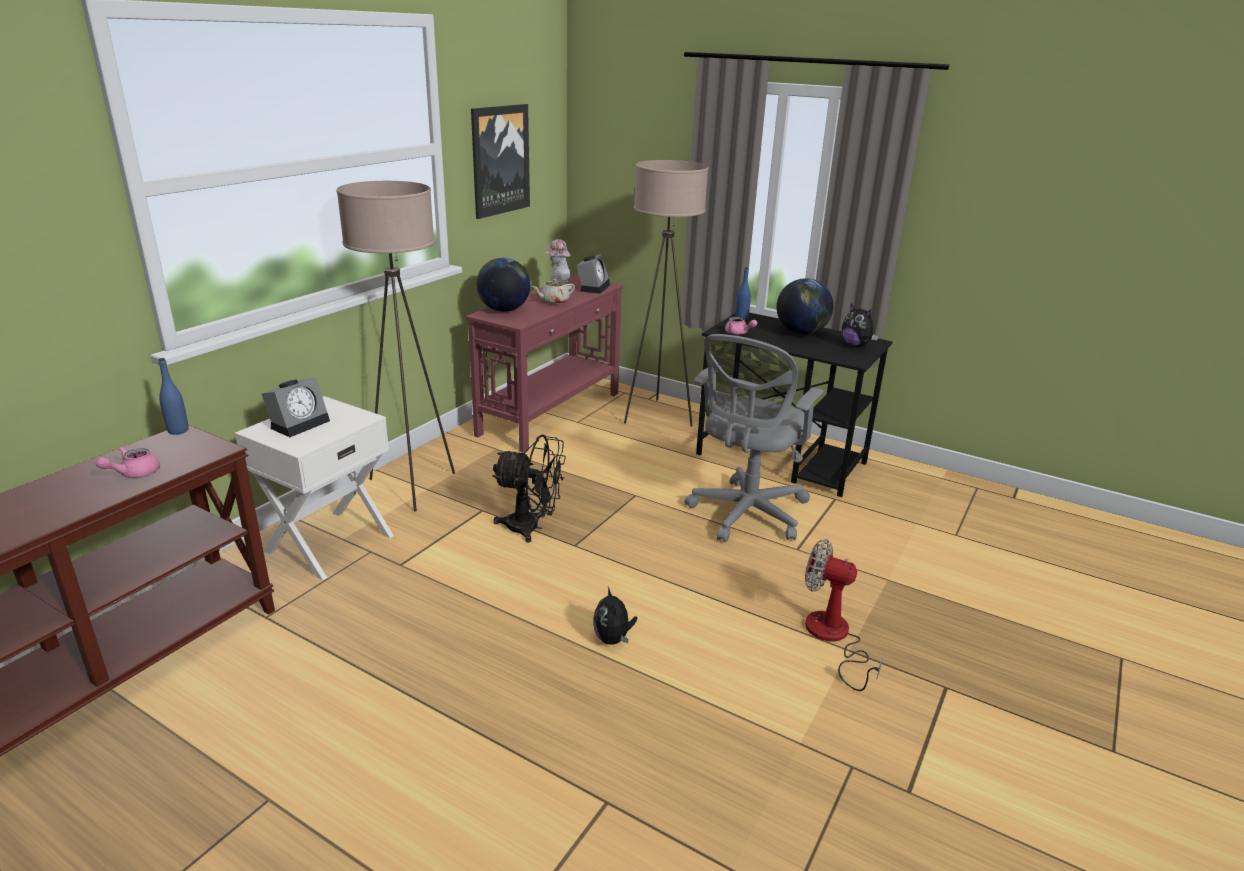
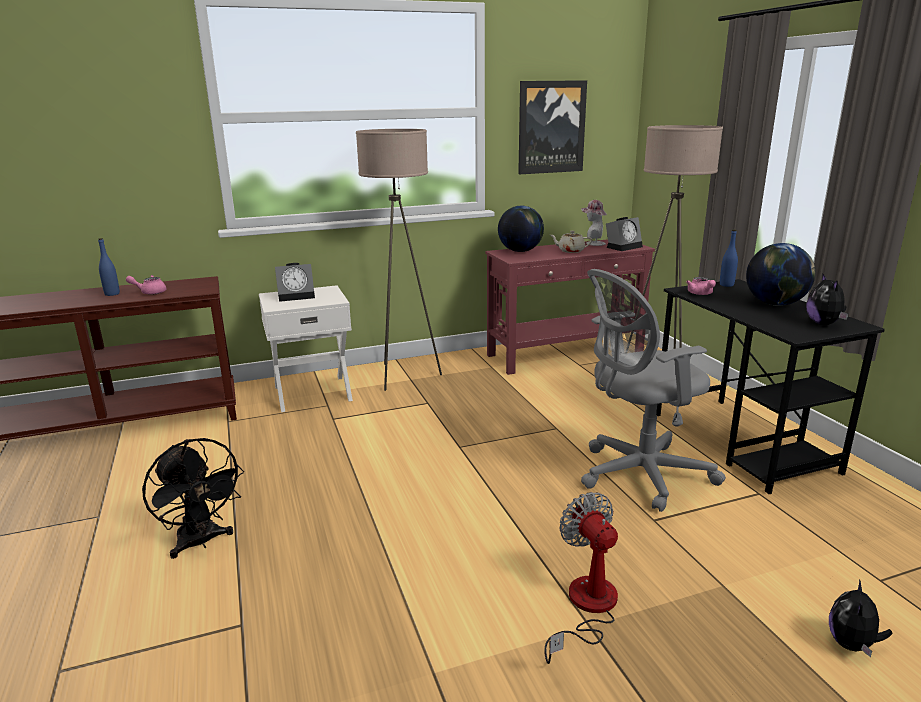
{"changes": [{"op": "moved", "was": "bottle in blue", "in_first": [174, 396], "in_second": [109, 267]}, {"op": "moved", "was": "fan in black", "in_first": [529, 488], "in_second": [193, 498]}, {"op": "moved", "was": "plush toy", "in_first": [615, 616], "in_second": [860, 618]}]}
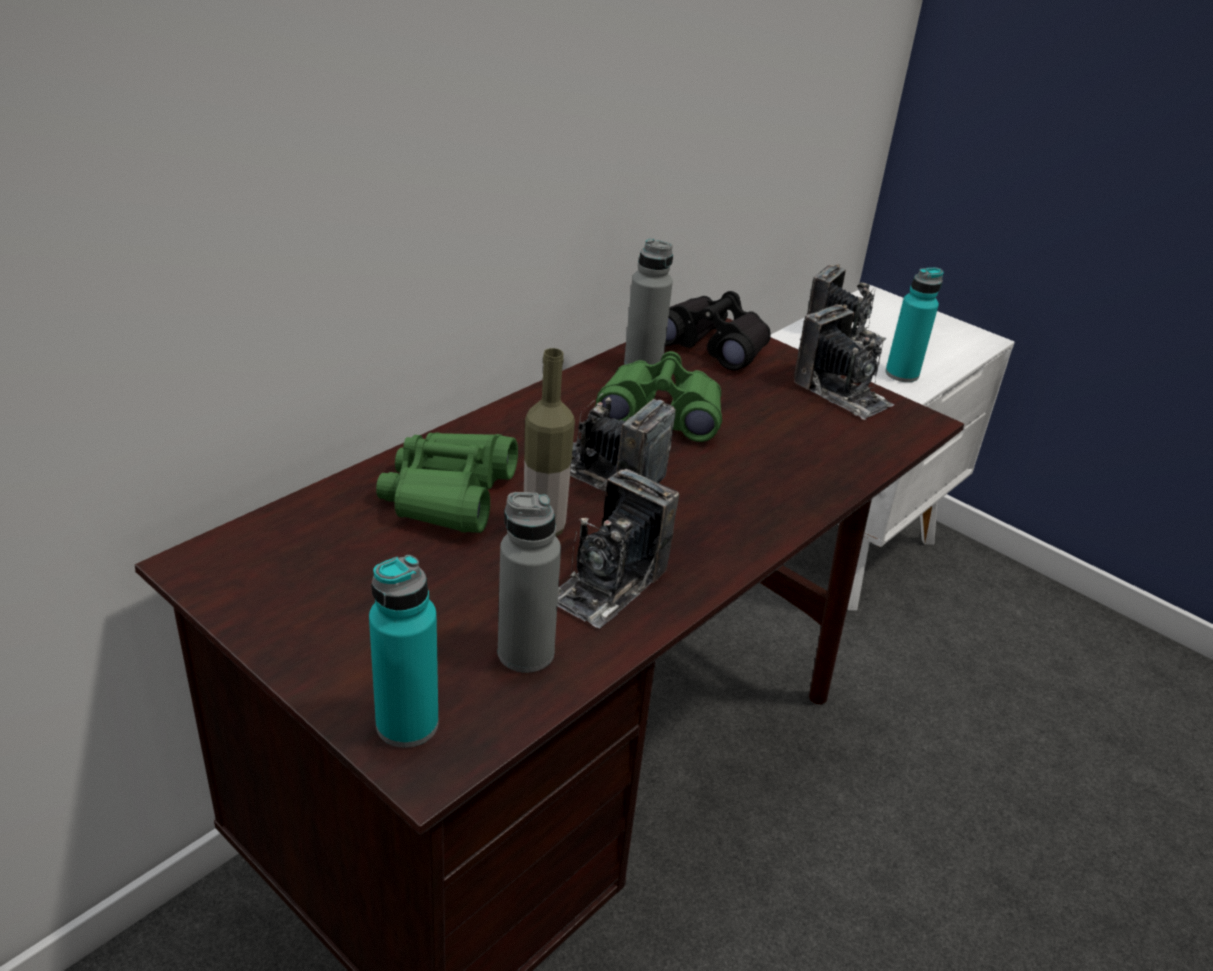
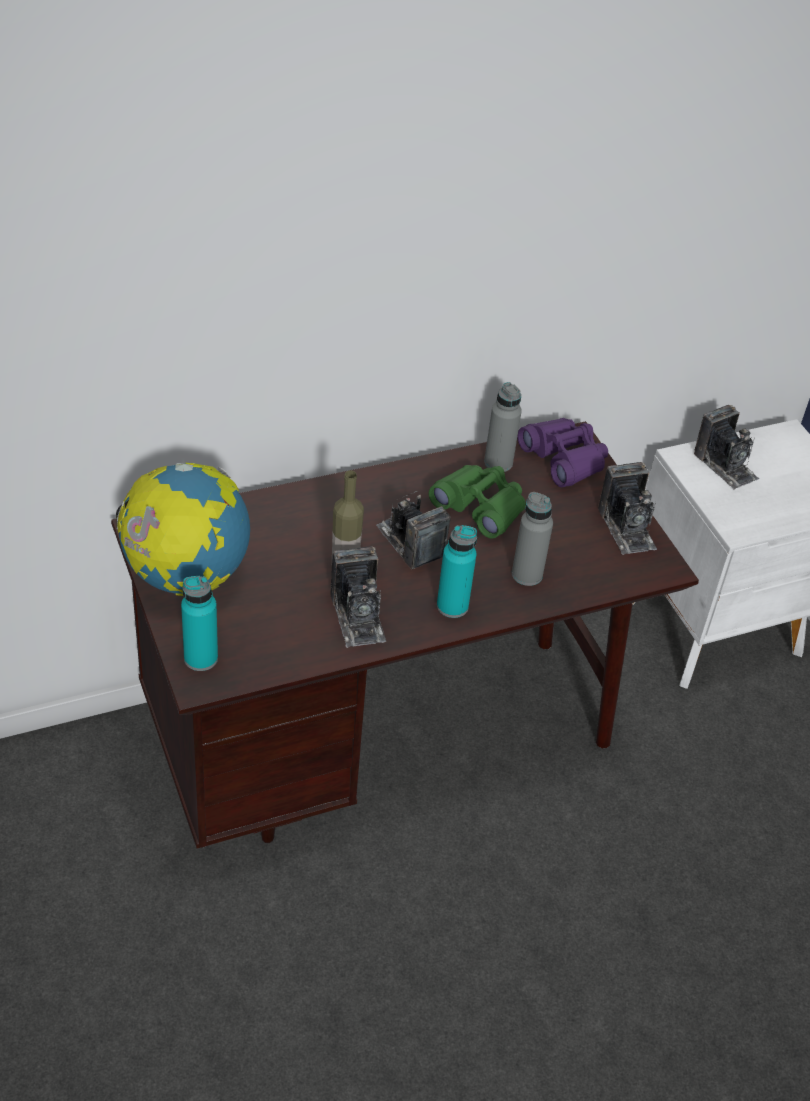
{"changes": [{"op": "added", "now": "globe", "in_second": [183, 529]}, {"op": "turned", "was": "photo camera", "in_first": [618, 548], "in_second": [358, 597], "clockwise": -75}, {"op": "moved", "was": "bottle in turquoise", "in_first": [914, 325], "in_second": [457, 571]}, {"op": "moved", "was": "bottle in grey", "in_first": [529, 582], "in_second": [532, 539]}, {"op": "recoloured", "was": "binoculars in black", "now": "binoculars in purple", "in_first": [718, 331], "in_second": [562, 452]}, {"op": "removed", "was": "binoculars in green", "in_first": [447, 482]}]}
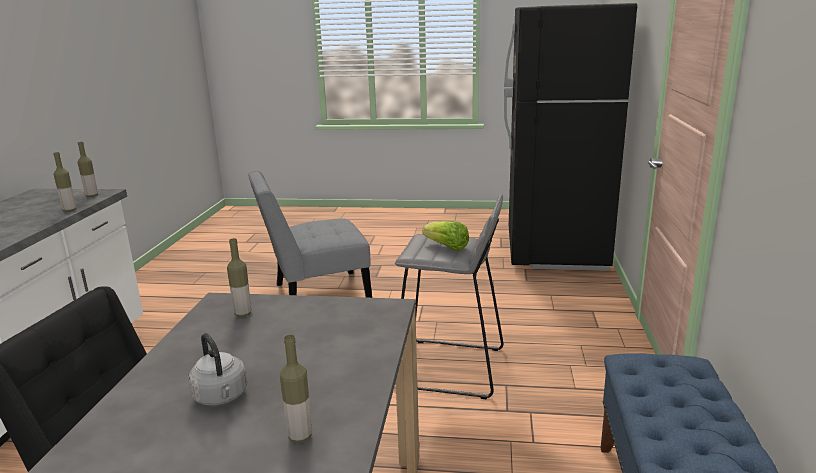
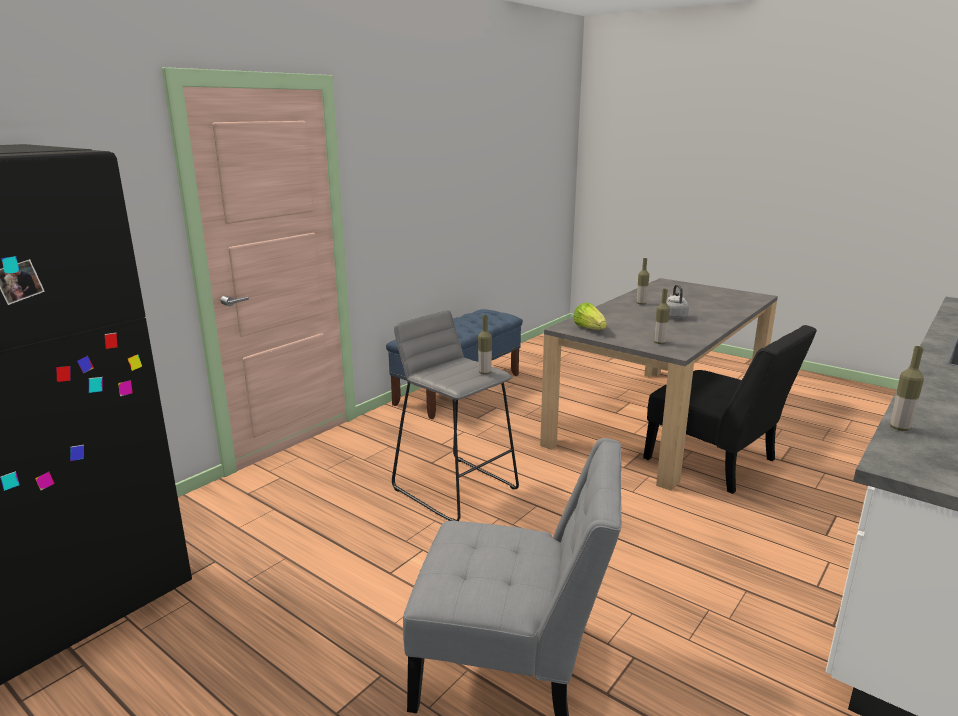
{"changes": [{"op": "moved", "was": "bottle", "in_first": [87, 169], "in_second": [485, 345]}, {"op": "moved", "was": "lettuce", "in_first": [445, 236], "in_second": [590, 316]}]}
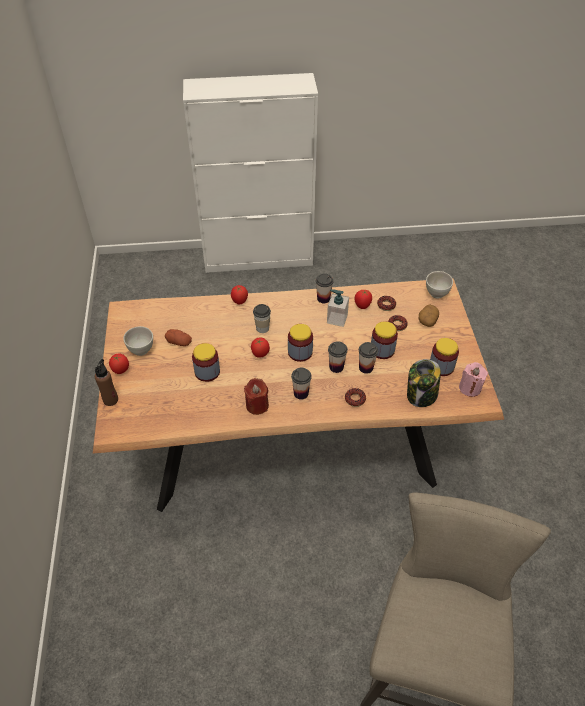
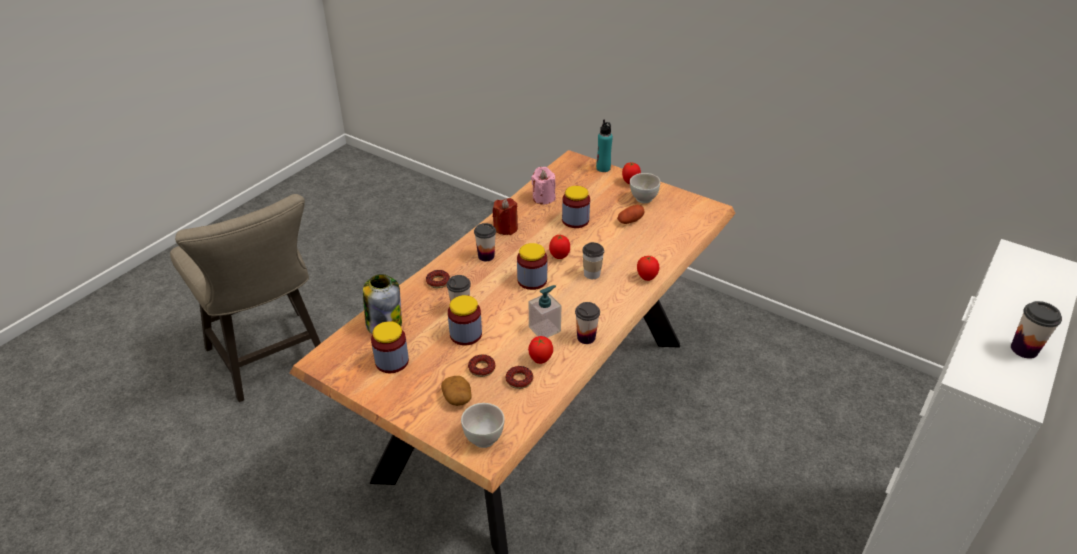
{"changes": [{"op": "moved", "was": "candle in pink", "in_first": [473, 379], "in_second": [543, 186]}, {"op": "recoloured", "was": "bottle in brown", "now": "bottle in turquoise", "in_first": [106, 382], "in_second": [604, 145]}, {"op": "moved", "was": "cup", "in_first": [338, 357], "in_second": [1036, 330]}]}
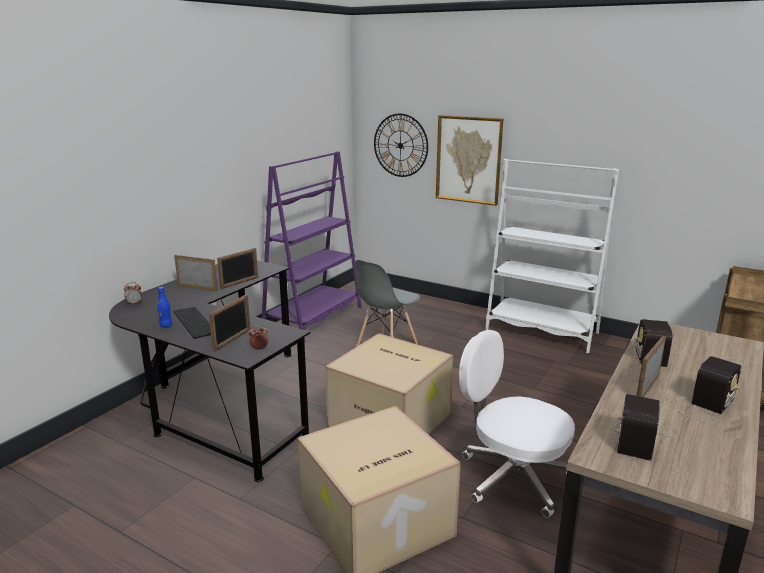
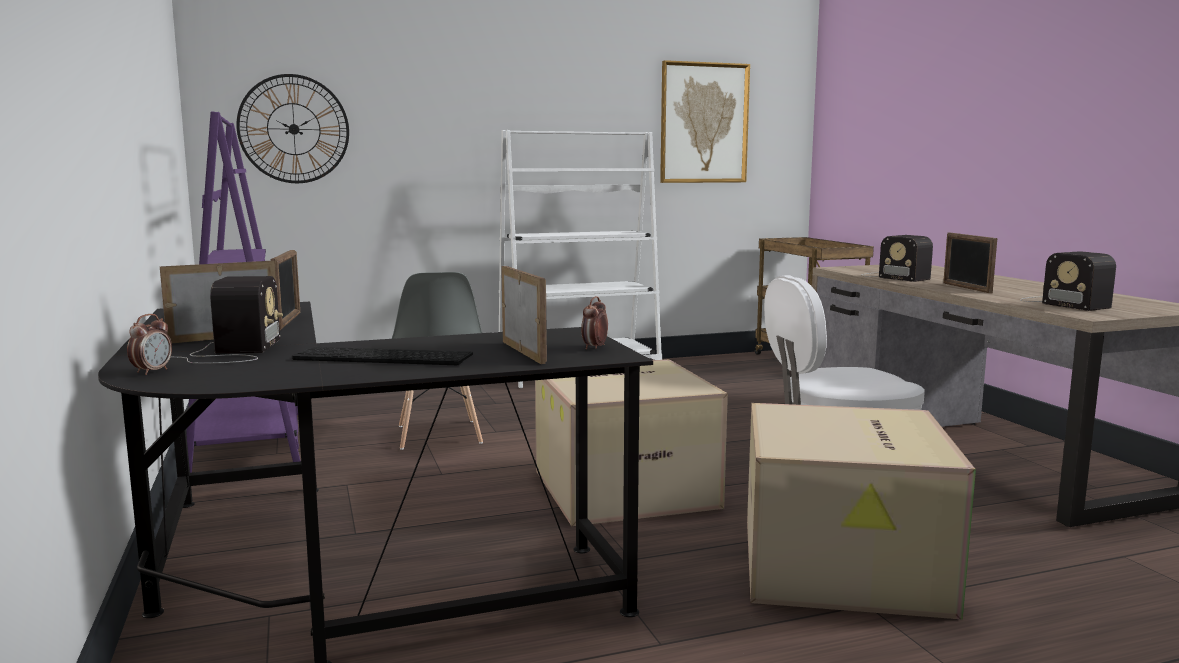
{"changes": [{"op": "moved", "was": "radio", "in_first": [703, 389], "in_second": [227, 320]}, {"op": "moved", "was": "picture", "in_first": [469, 160], "in_second": [705, 121]}, {"op": "removed", "was": "bottle in blue", "in_first": [165, 307]}]}
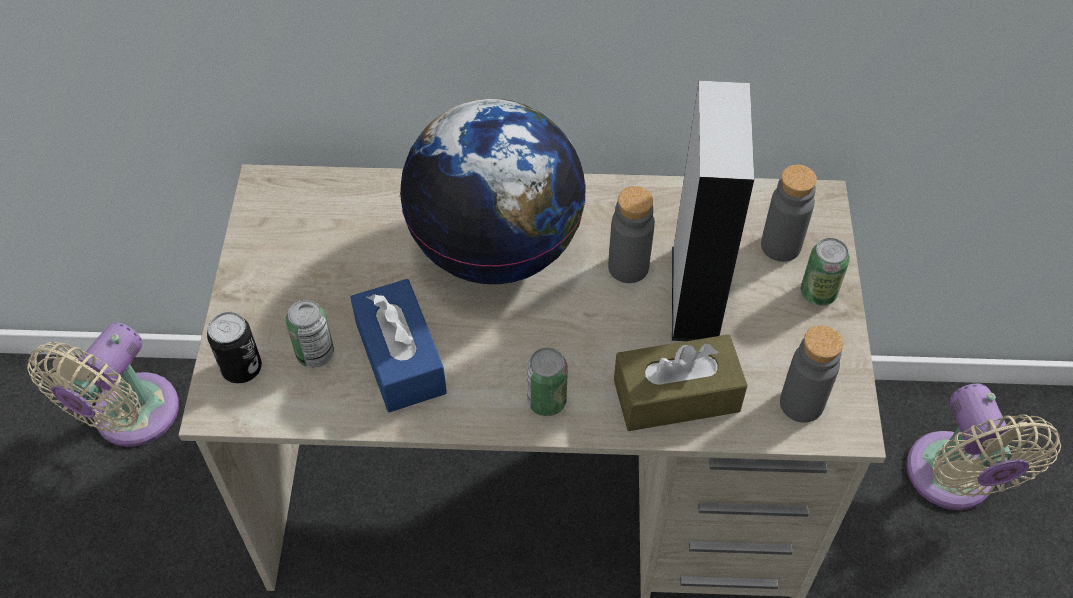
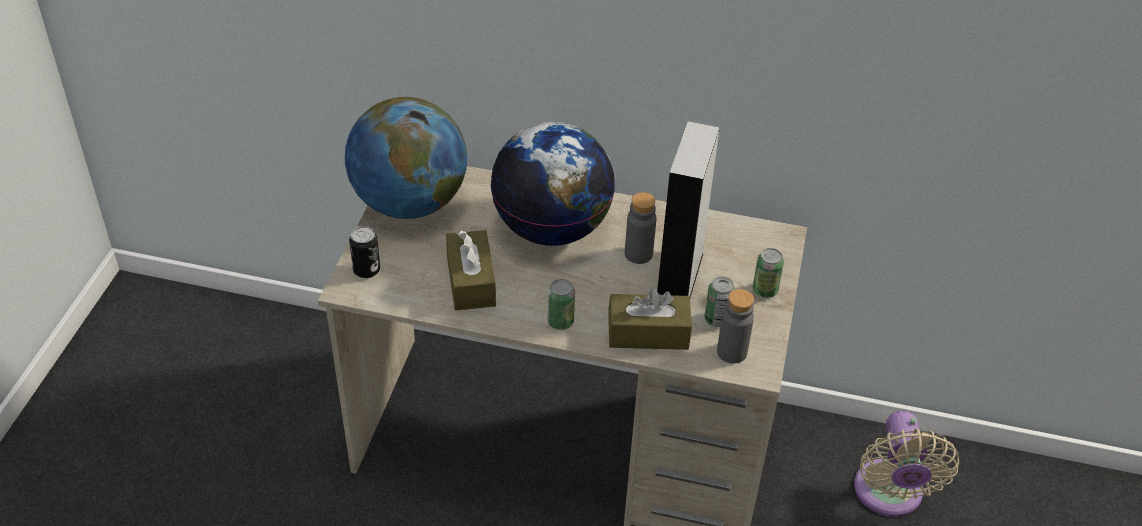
{"changes": [{"op": "added", "now": "globe", "in_second": [406, 158]}, {"op": "recoloured", "was": "tissue box in blue", "now": "tissue box in brown", "in_first": [398, 345], "in_second": [471, 270]}, {"op": "moved", "was": "can", "in_first": [310, 333], "in_second": [719, 302]}, {"op": "removed", "was": "fan in beige", "in_first": [103, 384]}, {"op": "removed", "was": "bottle in grey", "in_first": [789, 213]}]}
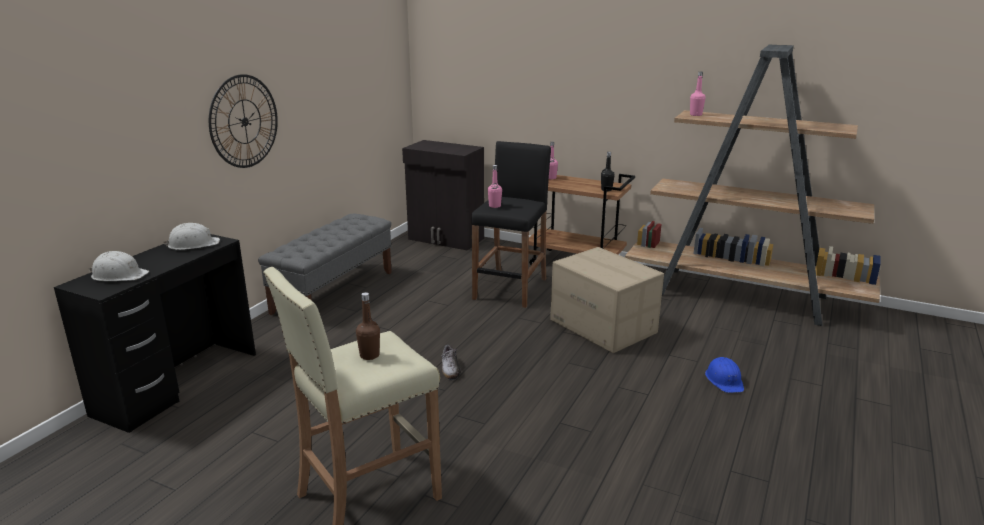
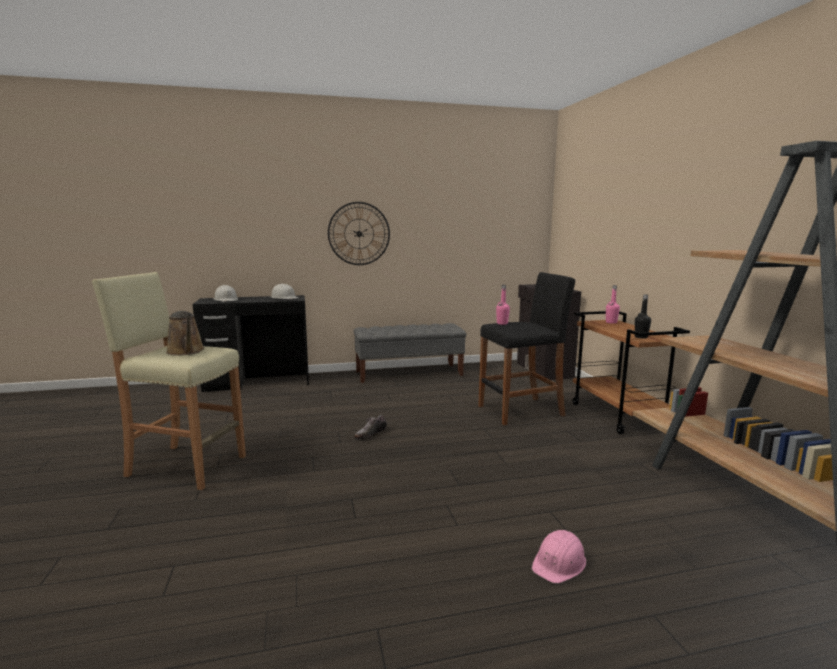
{"changes": [{"op": "replaced", "was": "bottle in brown", "now": "watering can in brown", "in_first": [368, 326], "in_second": [185, 333]}, {"op": "recoloured", "was": "hard hat in blue", "now": "hard hat in pink", "in_first": [724, 375], "in_second": [559, 557]}, {"op": "removed", "was": "cardboard box", "in_first": [607, 300]}, {"op": "removed", "was": "bottle in pink", "in_first": [698, 94]}]}
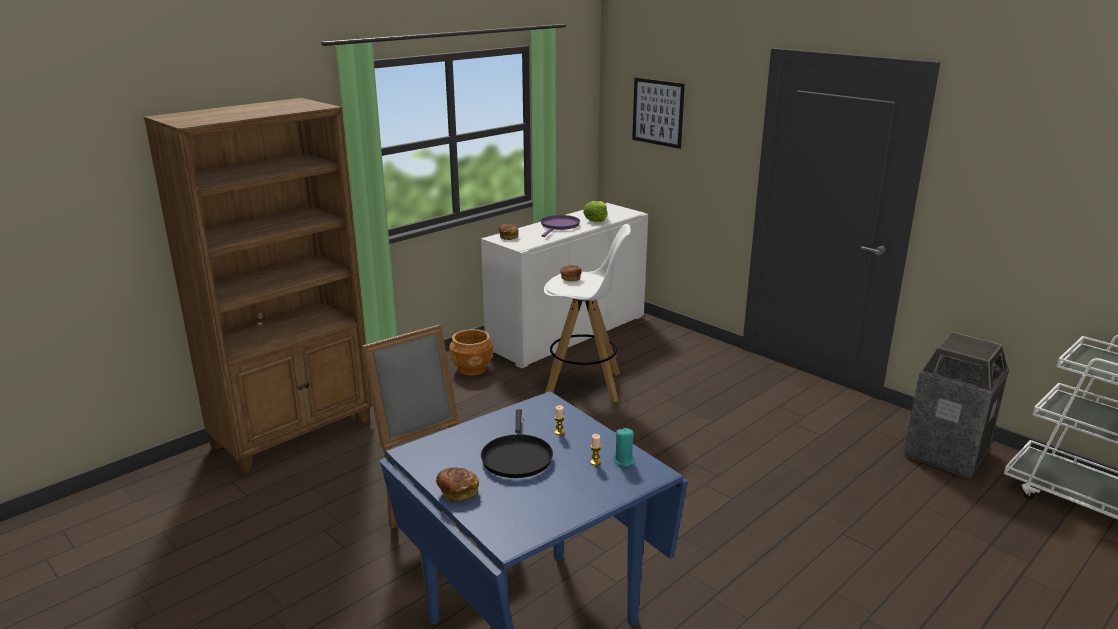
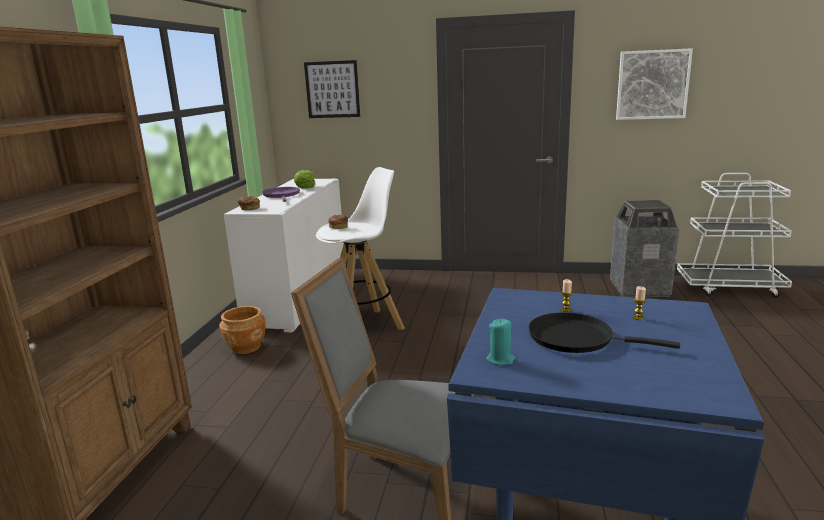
{"changes": [{"op": "moved", "was": "candle in turquoise", "in_first": [624, 447], "in_second": [501, 342]}, {"op": "turned", "was": "frying pan in black", "in_first": [517, 443], "in_second": [604, 332], "clockwise": 150}, {"op": "added", "now": "picture", "in_second": [654, 84]}, {"op": "removed", "was": "bread", "in_first": [457, 484]}]}
